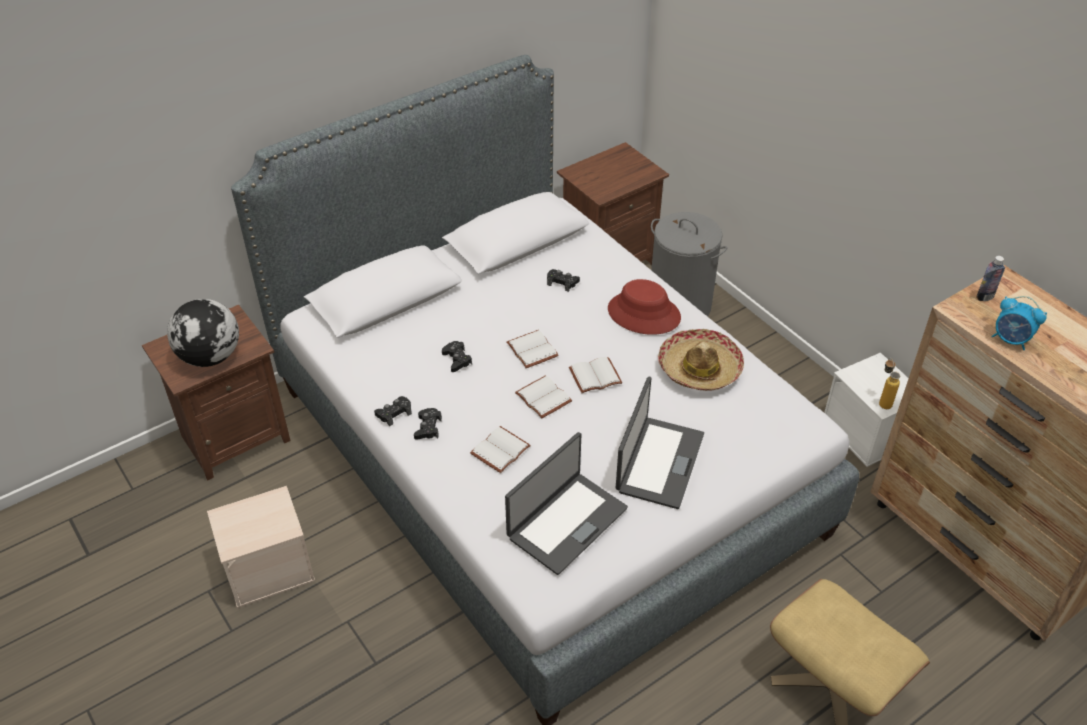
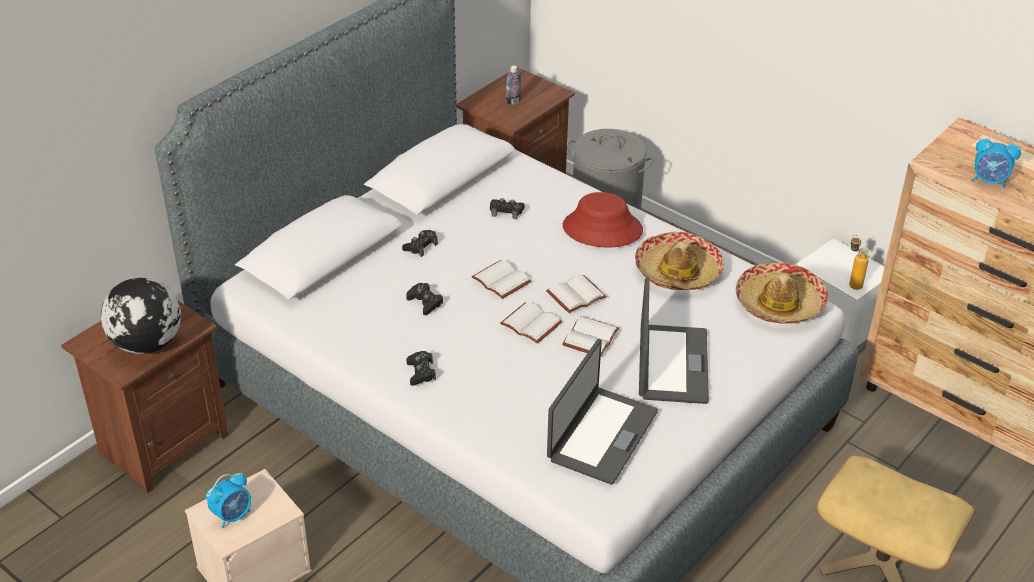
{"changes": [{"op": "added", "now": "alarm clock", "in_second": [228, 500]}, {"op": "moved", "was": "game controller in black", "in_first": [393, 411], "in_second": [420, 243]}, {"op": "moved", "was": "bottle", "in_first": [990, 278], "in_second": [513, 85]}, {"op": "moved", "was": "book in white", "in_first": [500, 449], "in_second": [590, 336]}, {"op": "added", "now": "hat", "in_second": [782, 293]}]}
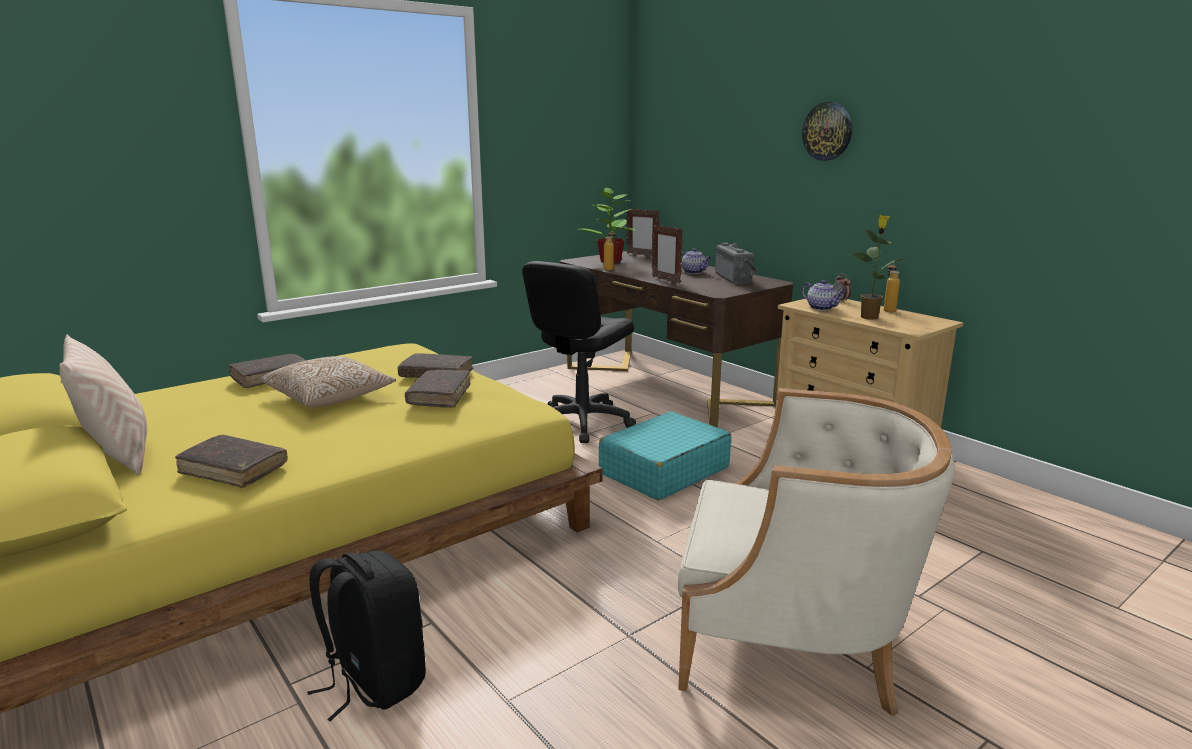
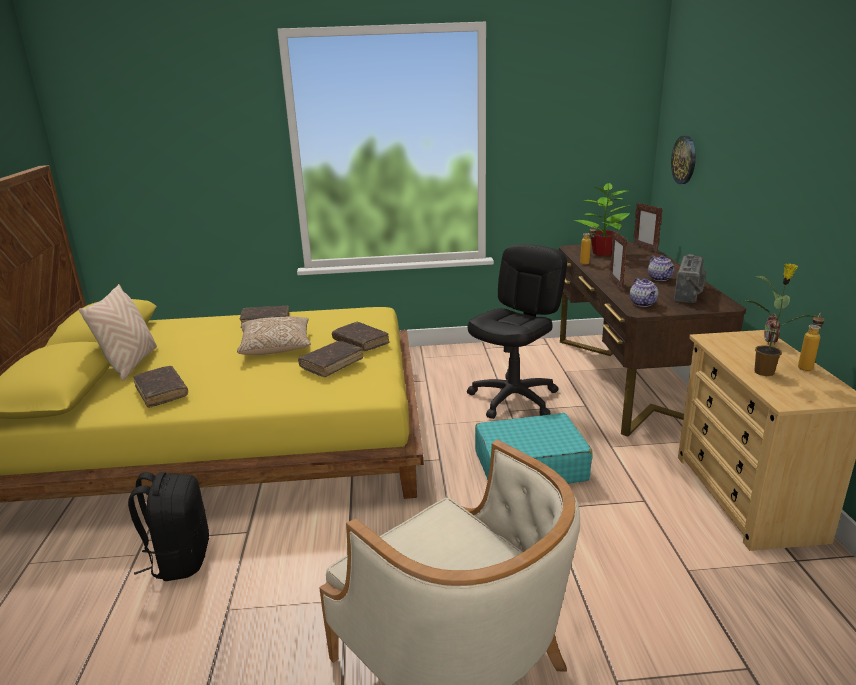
{"changes": [{"op": "turned", "was": "office chair in black", "in_first": [579, 352], "in_second": [517, 331], "clockwise": 150}, {"op": "moved", "was": "teapot", "in_first": [823, 295], "in_second": [644, 292]}, {"op": "moved", "was": "wall clock", "in_first": [827, 131], "in_second": [683, 160]}]}
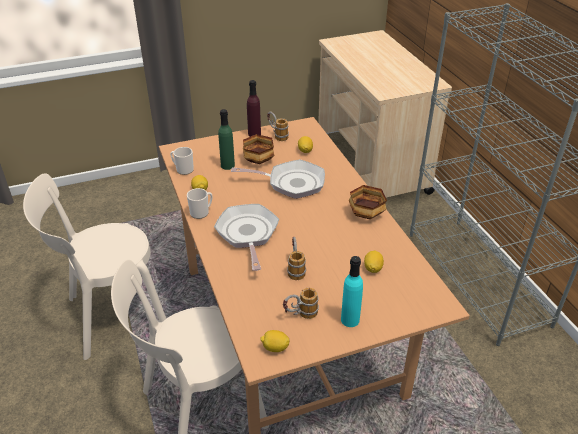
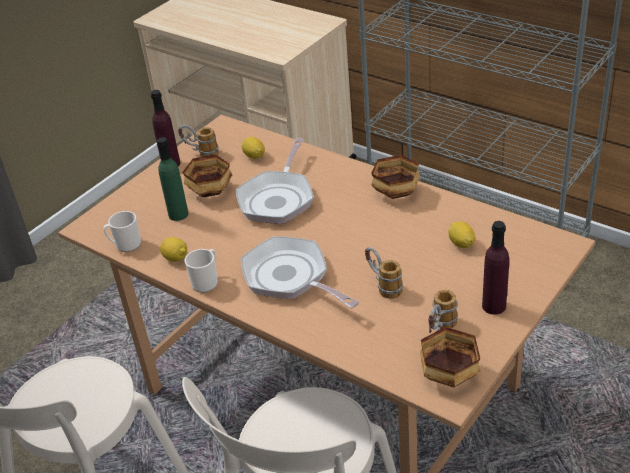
{"changes": [{"op": "turned", "was": "frying pan", "in_first": [278, 179], "in_second": [275, 181], "clockwise": 135}, {"op": "replaced", "was": "lemon", "now": "bowl", "in_first": [275, 341], "in_second": [450, 357]}, {"op": "recoloured", "was": "bottle in turquoise", "now": "bottle in purple", "in_first": [352, 291], "in_second": [495, 268]}]}
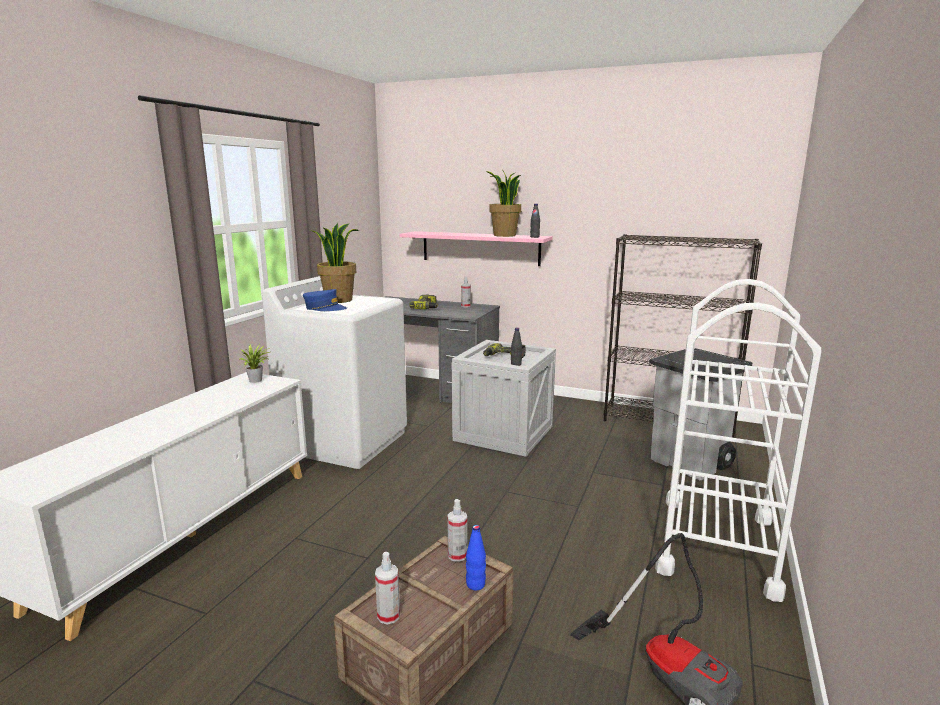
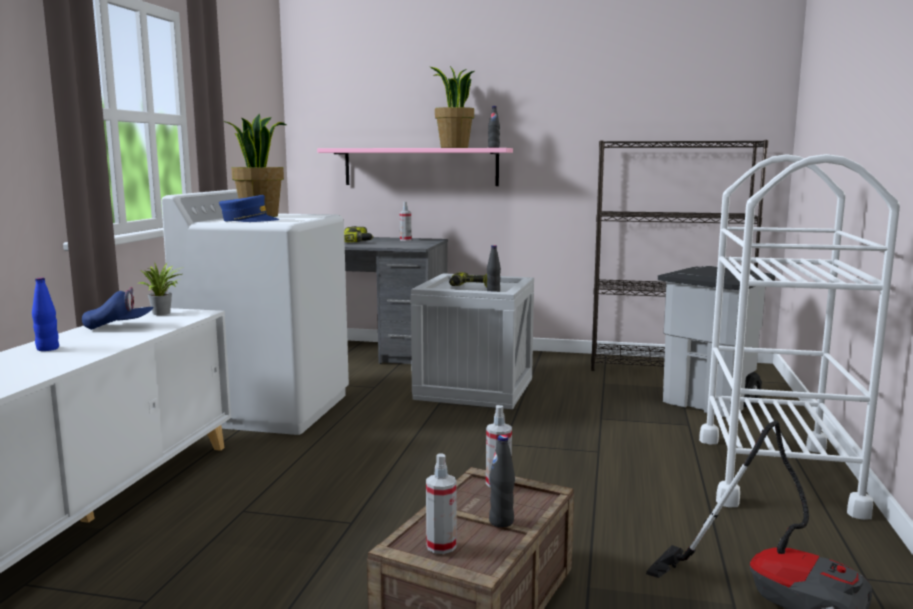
{"changes": [{"op": "moved", "was": "bottle in blue", "in_first": [476, 558], "in_second": [45, 314]}, {"op": "added", "now": "cap in blue", "in_second": [118, 308]}, {"op": "added", "now": "bottle in black", "in_second": [502, 481]}]}
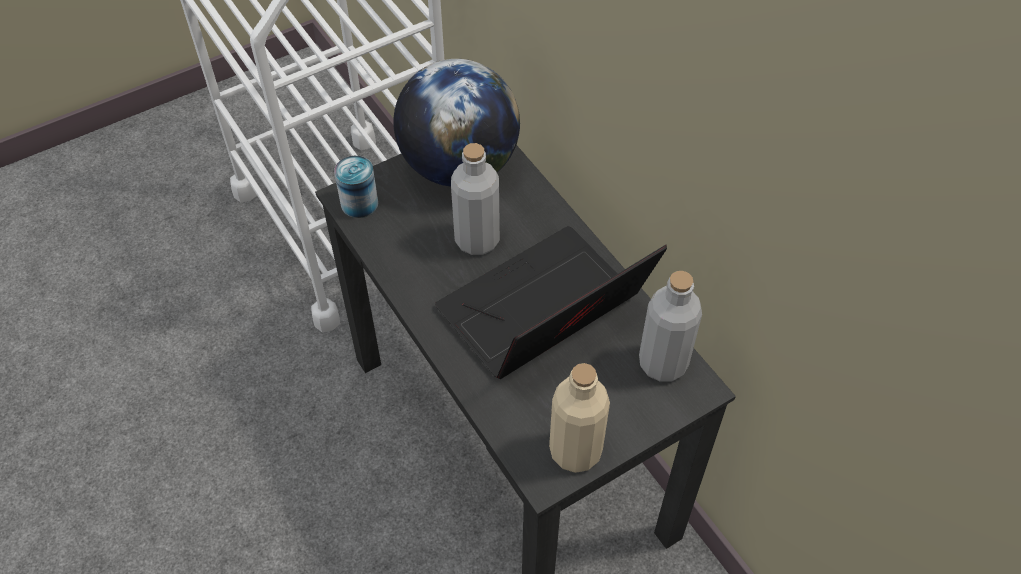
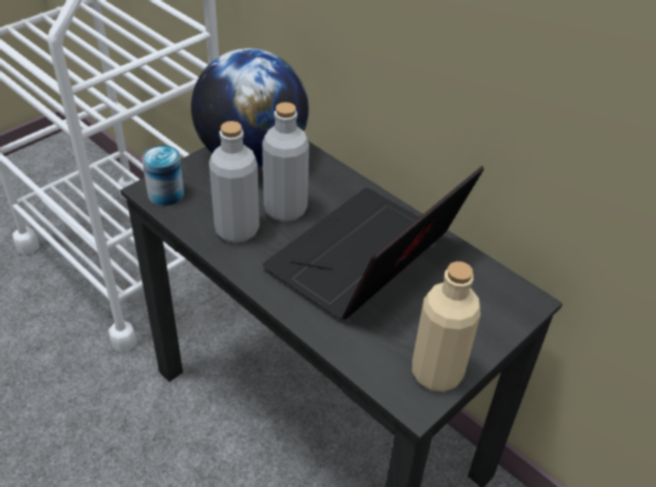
{"changes": [{"op": "moved", "was": "bottle in grey", "in_first": [670, 326], "in_second": [234, 182]}]}
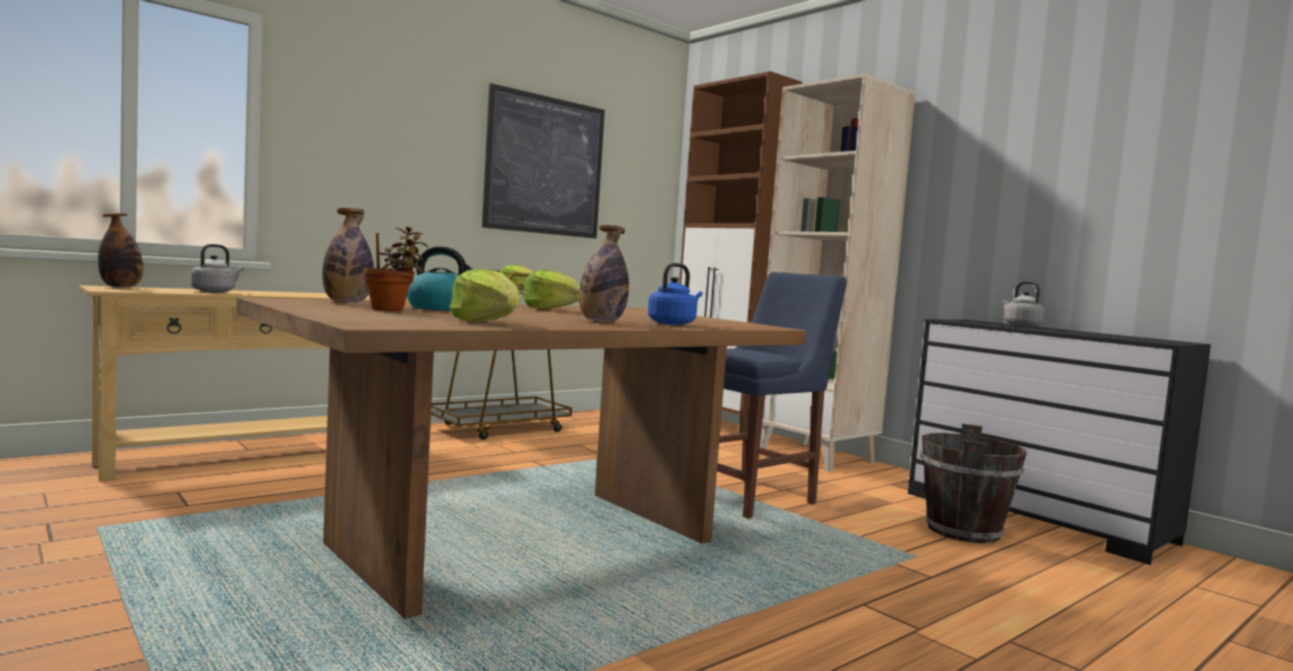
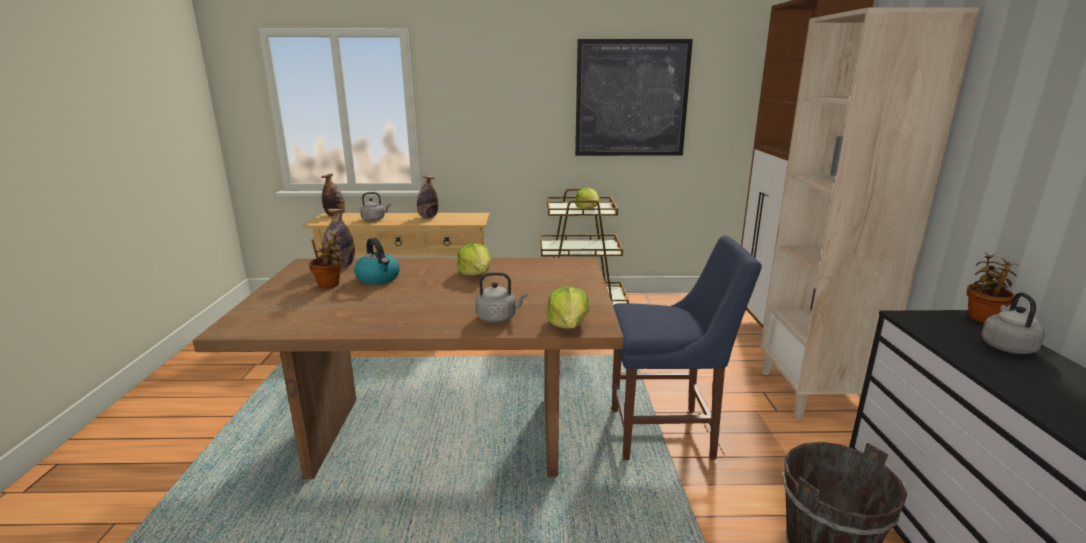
{"changes": [{"op": "moved", "was": "bottle", "in_first": [604, 273], "in_second": [427, 197]}, {"op": "recoloured", "was": "kettle in blue", "now": "kettle in grey", "in_first": [675, 294], "in_second": [501, 297]}, {"op": "moved", "was": "lettuce", "in_first": [485, 295], "in_second": [568, 307]}, {"op": "added", "now": "potted plant", "in_second": [992, 287]}]}
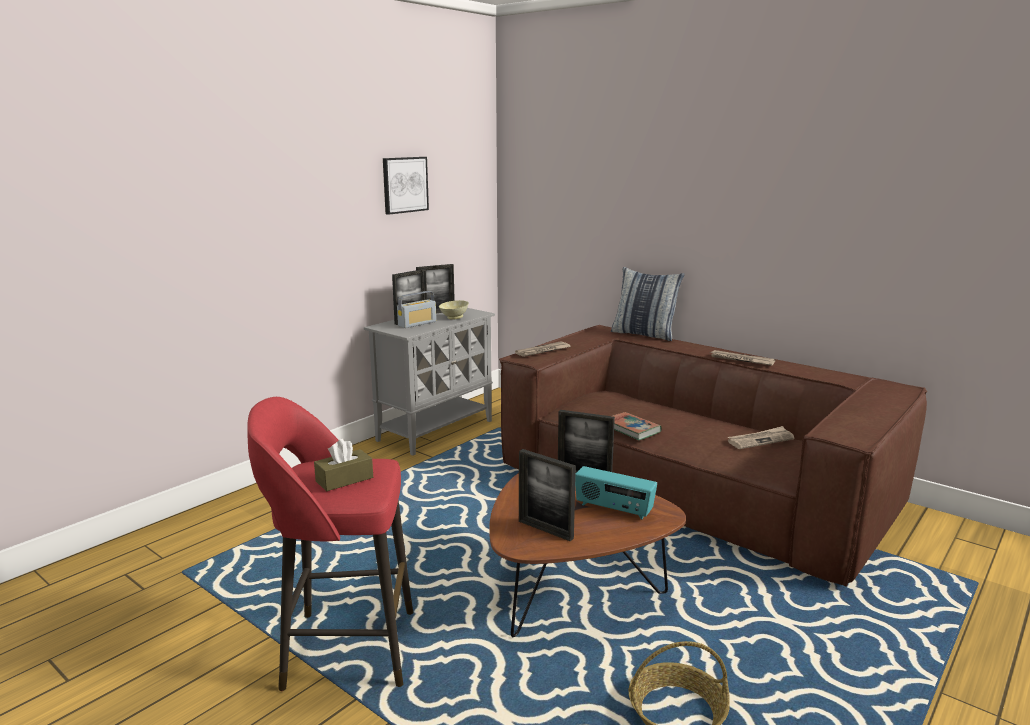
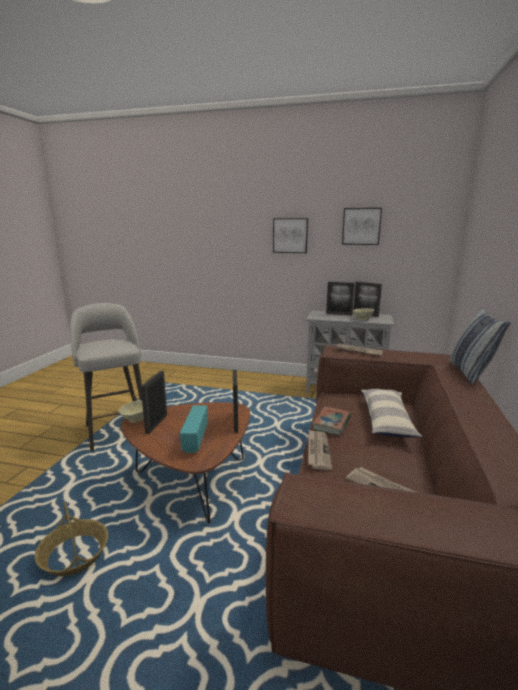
{"changes": [{"op": "recoloured", "was": "stool in red", "now": "stool in grey", "in_first": [330, 544], "in_second": [106, 377]}, {"op": "added", "now": "bowl in beige", "in_second": [131, 411]}, {"op": "added", "now": "picture", "in_second": [290, 235]}, {"op": "moved", "was": "newspaper", "in_first": [742, 358], "in_second": [320, 450]}, {"op": "added", "now": "pillow", "in_second": [391, 413]}, {"op": "removed", "was": "tissue box in brown", "in_first": [343, 465]}, {"op": "removed", "was": "radio", "in_first": [416, 309]}]}
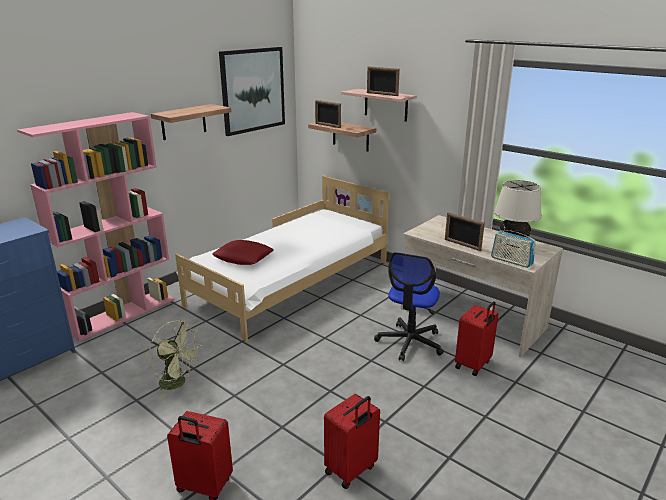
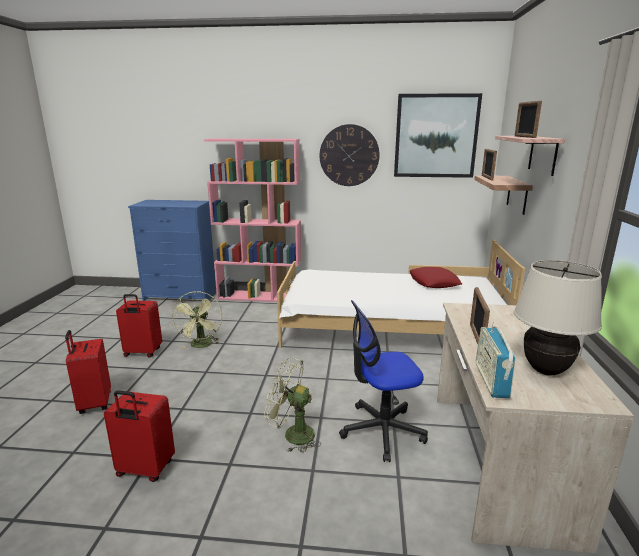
{"changes": [{"op": "moved", "was": "suitcase in red", "in_first": [477, 338], "in_second": [139, 326]}, {"op": "added", "now": "fan in green", "in_second": [292, 405]}, {"op": "replaced", "was": "shelf", "now": "wall clock", "in_first": [191, 122], "in_second": [350, 155]}, {"op": "moved", "was": "pillow in red", "in_first": [243, 252], "in_second": [436, 277]}]}
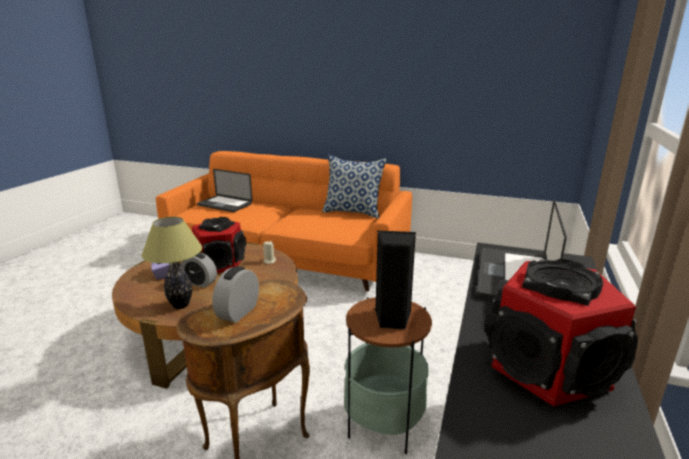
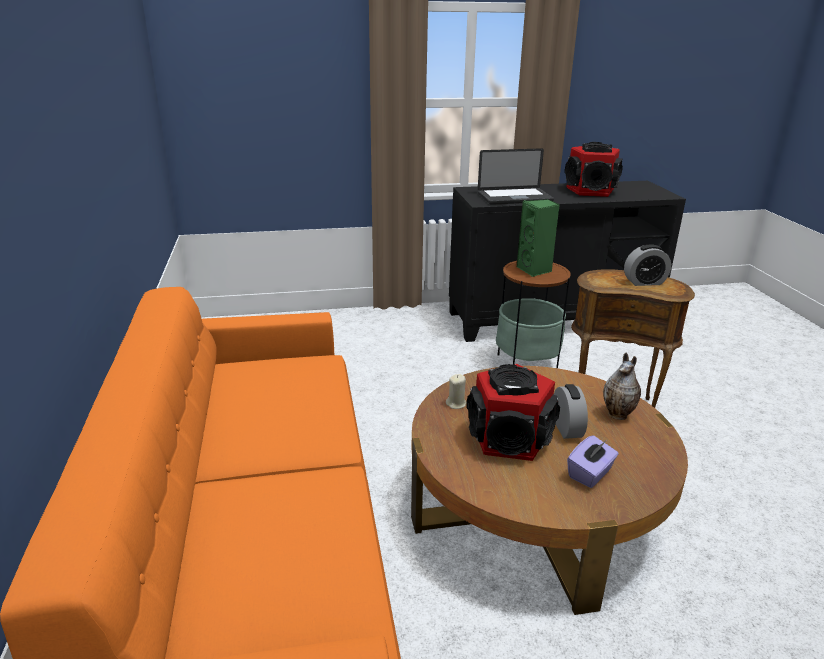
{"changes": [{"op": "recoloured", "was": "speaker in black", "now": "speaker in green", "in_first": [395, 280], "in_second": [538, 238]}, {"op": "replaced", "was": "table lamp", "now": "vase", "in_first": [172, 263], "in_second": [622, 386]}, {"op": "removed", "was": "laptop", "in_first": [225, 190]}, {"op": "removed", "was": "pillow", "in_first": [354, 187]}]}
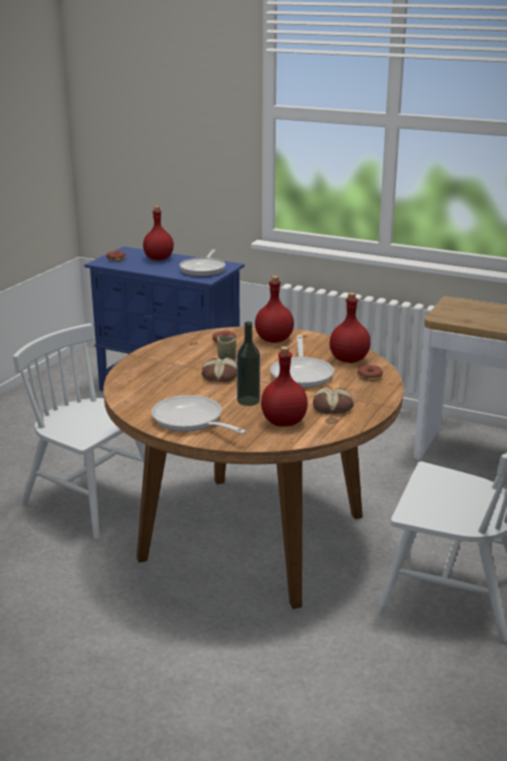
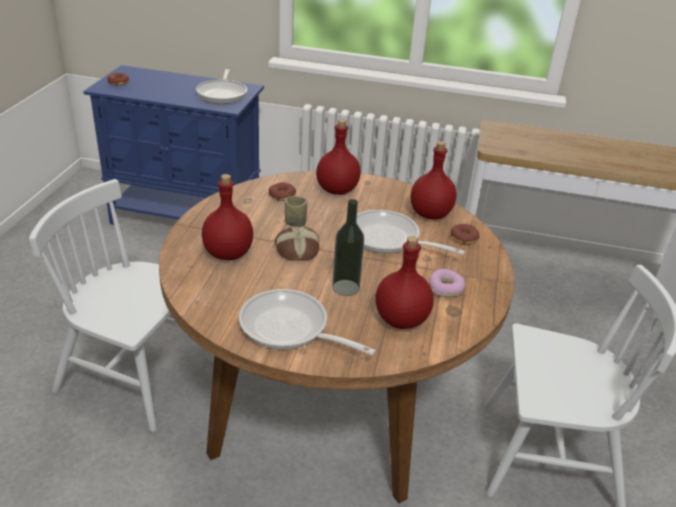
{"changes": [{"op": "moved", "was": "bottle in red", "in_first": [158, 233], "in_second": [227, 217]}, {"op": "turned", "was": "frying pan", "in_first": [302, 361], "in_second": [410, 232], "clockwise": 135}, {"op": "replaced", "was": "bread", "now": "donut", "in_first": [333, 400], "in_second": [447, 283]}]}
